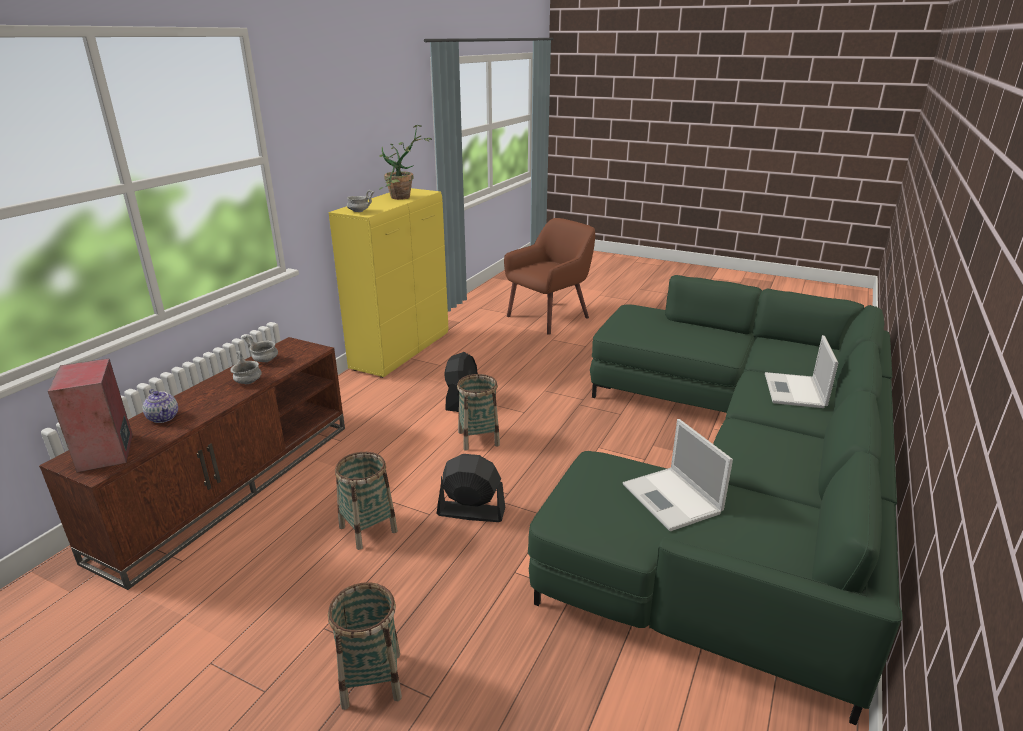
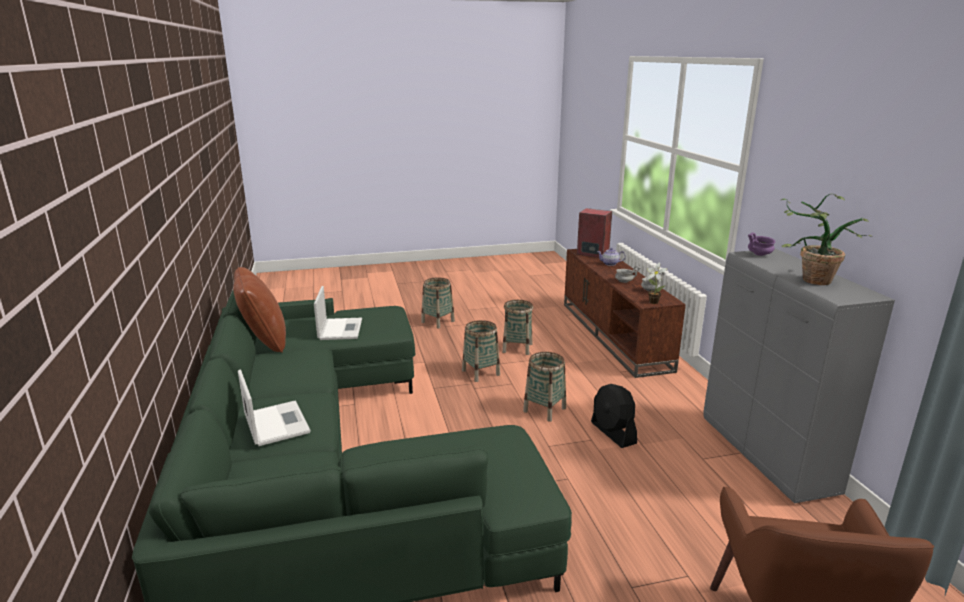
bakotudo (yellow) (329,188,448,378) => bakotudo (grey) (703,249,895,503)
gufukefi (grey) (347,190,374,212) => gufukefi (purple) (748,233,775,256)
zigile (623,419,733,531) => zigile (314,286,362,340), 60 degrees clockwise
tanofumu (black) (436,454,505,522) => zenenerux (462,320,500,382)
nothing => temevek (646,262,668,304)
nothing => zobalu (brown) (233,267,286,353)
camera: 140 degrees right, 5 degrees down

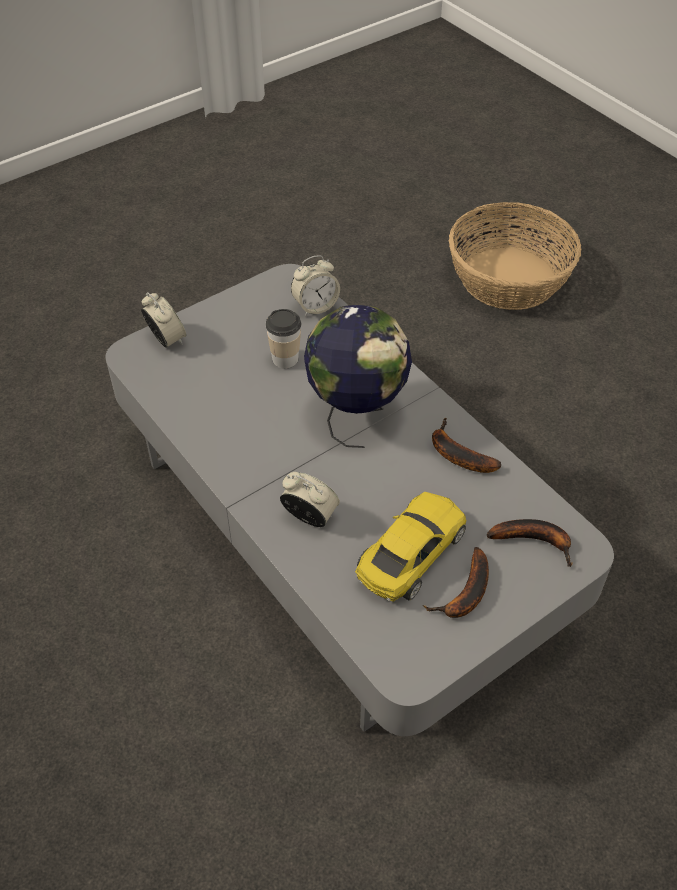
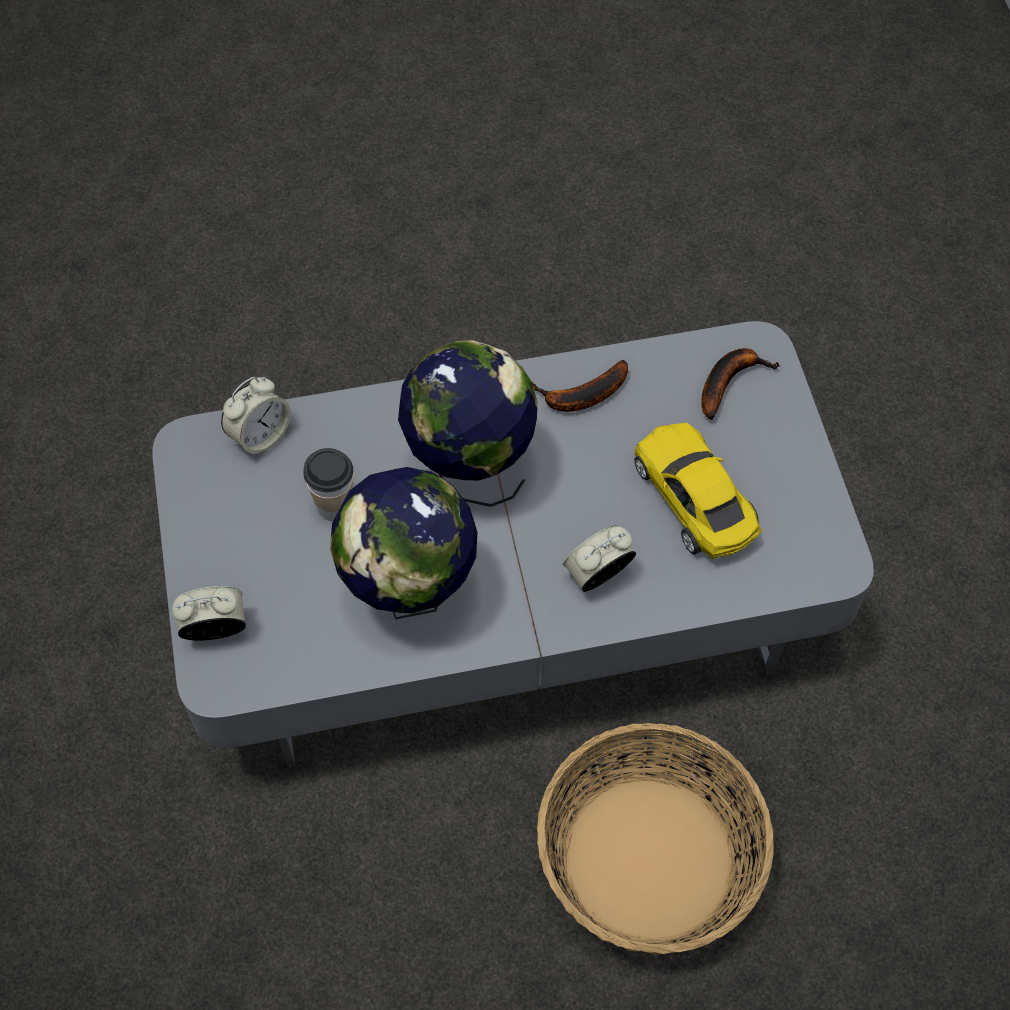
zenenerux (449,202,581,310) => zenenerux (537,723,774,954), move
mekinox (291,255,340,316) => mekinox (221,377,291,457), 45 degrees clockwise
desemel (423,547,489,618) => nothing
nothing => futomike (330,467,477,620)
camera: 65 degrees left, 10 degrees up

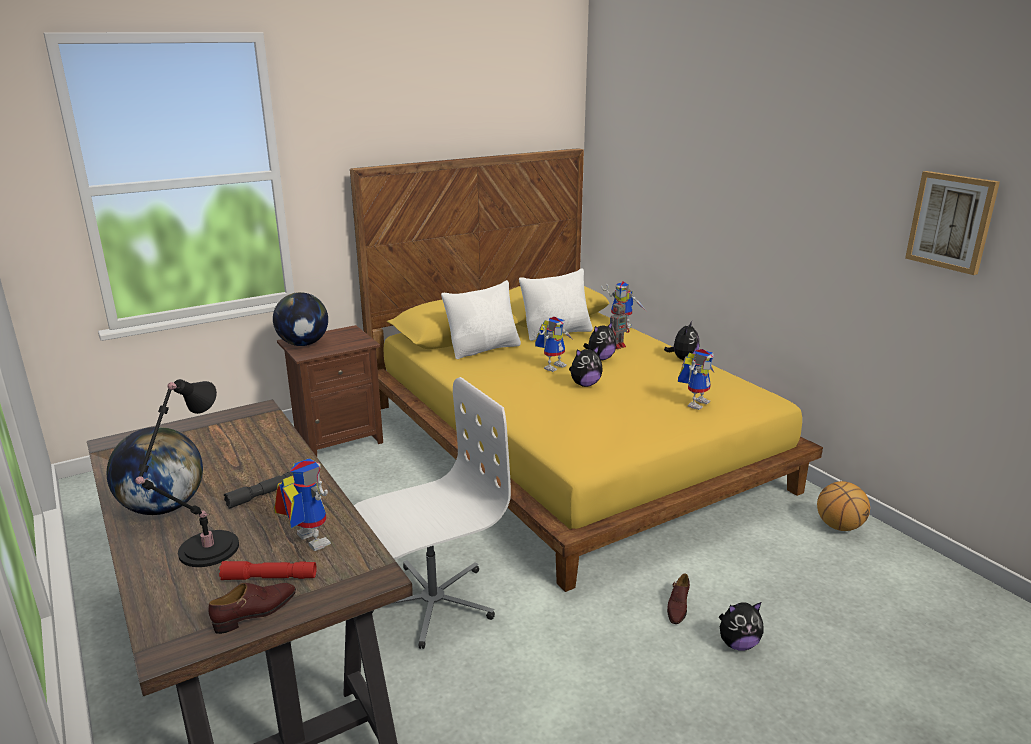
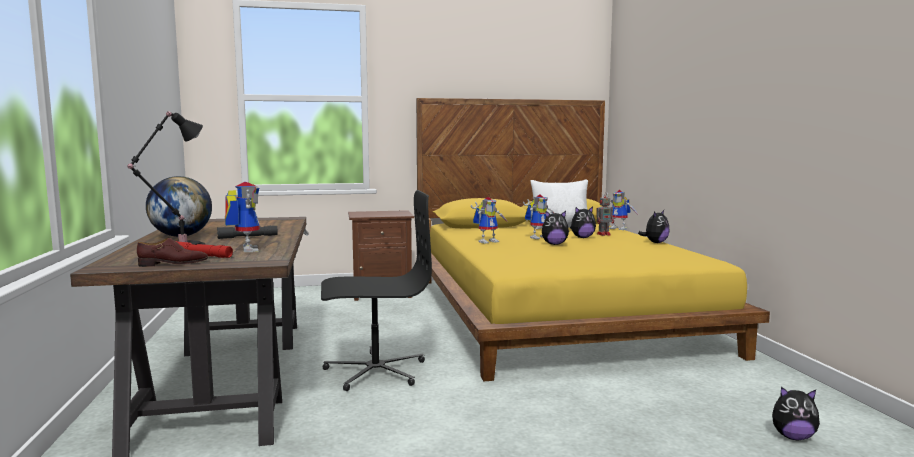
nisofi (905,171,1000,275) => nothing
zobalu (white) (441,280,521,359) => nothing
futomike (273,292,328,346) => nothing
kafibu (678,349,714,410) => kafibu (471,197,508,244), move
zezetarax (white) (354,377,511,649) => zezetarax (black) (321,190,432,391)
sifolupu (817,481,870,531) => nothing
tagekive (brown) (667,574,690,624) => nothing
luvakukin (719,602,764,651) => luvakukin (772,387,820,440), move
camera: 20 degrees right, 15 degrees down

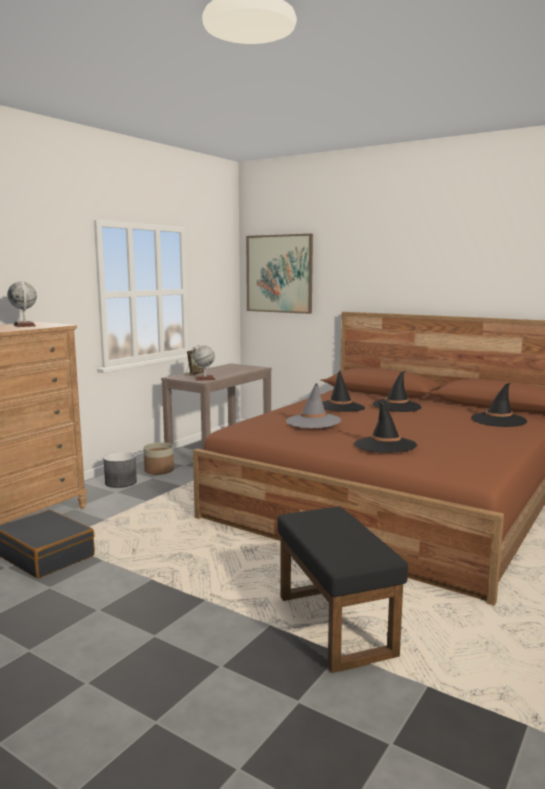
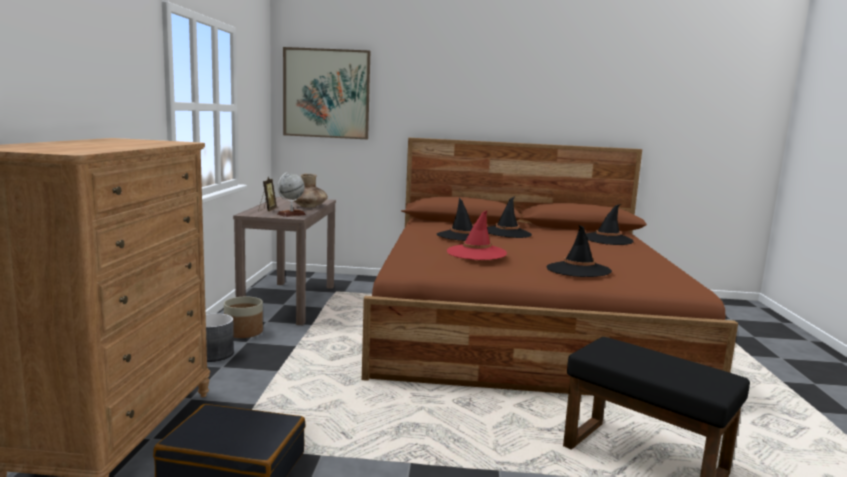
futomike (7,280,37,327) => nothing
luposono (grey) (286,383,341,428) => luposono (red) (447,210,507,260)
nothing => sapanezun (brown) (292,174,328,208)
camera: 30 degrees left, 0 degrees up

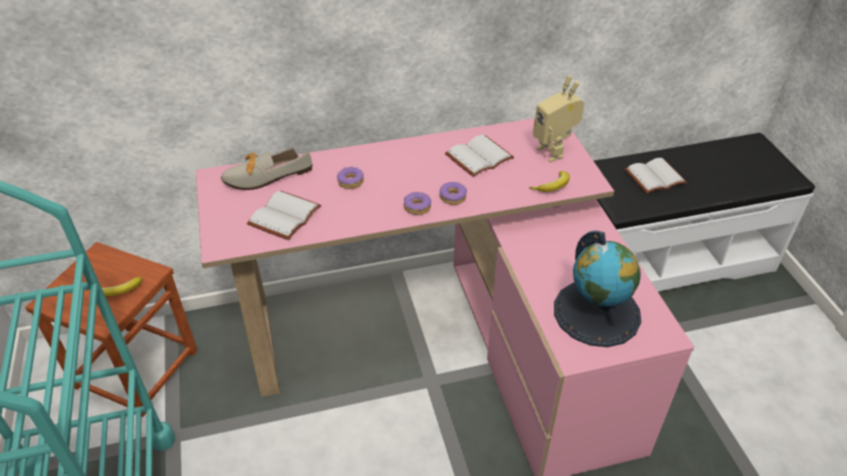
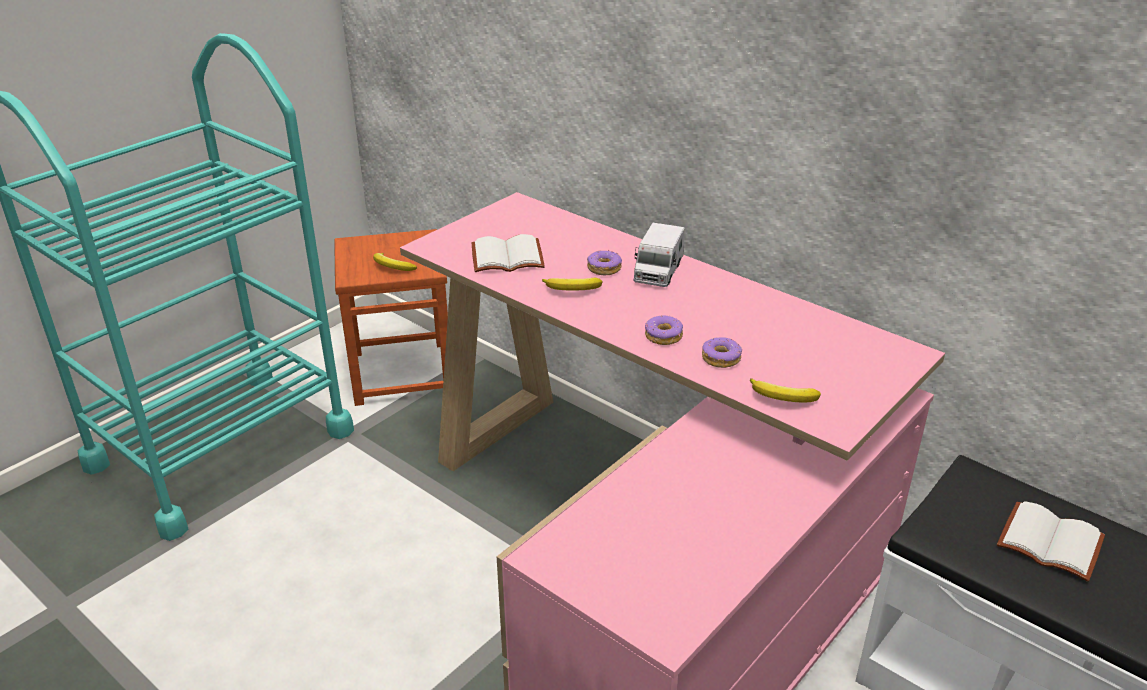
kafibu (533,75,585,162) => nothing
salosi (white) (445,135,514,177) => nothing
tagekive (221,148,313,190) => nothing
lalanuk (404,192,431,215) => lalanuk (702,337,743,368), move
futomike (554,230,641,347) => nothing
nothing => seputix (633,223,685,287)
nothing => desemel (542,278,602,291)
camera: 55 degrees right, 10 degrees down

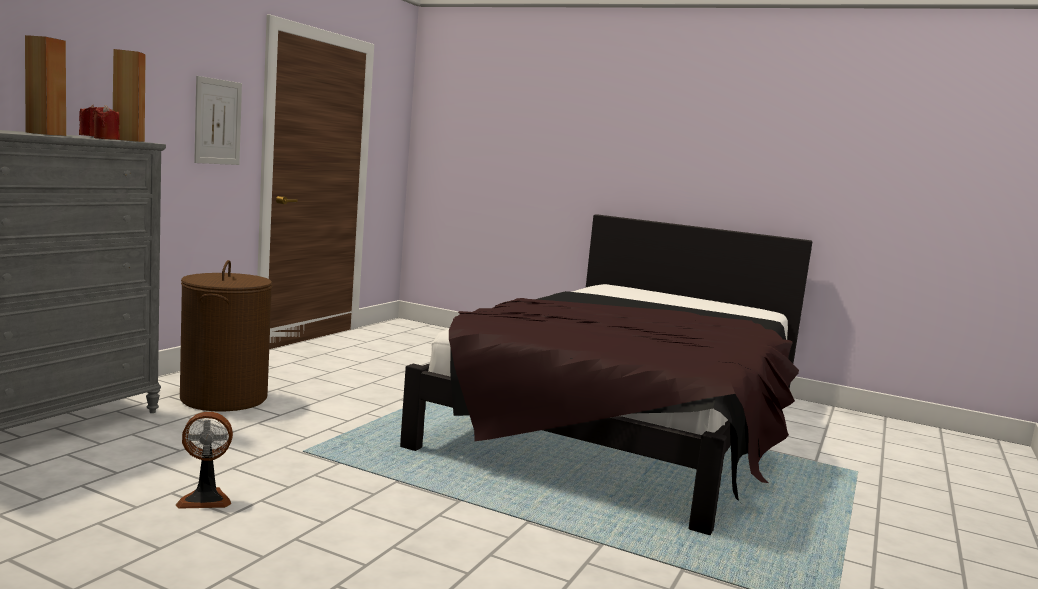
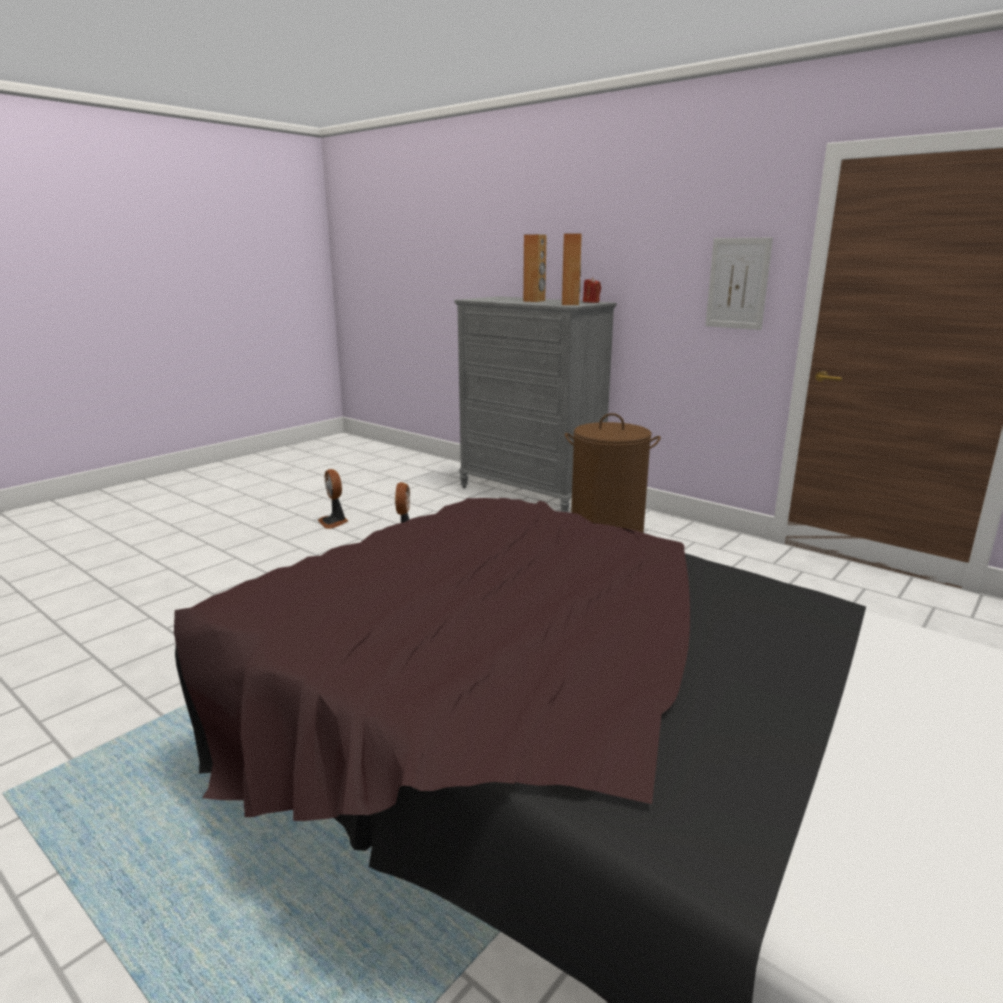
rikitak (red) (92,105,120,140) => nothing
nothing => tanofumu (318,469,348,529)
camera: 105 degrees right, 10 degrees up

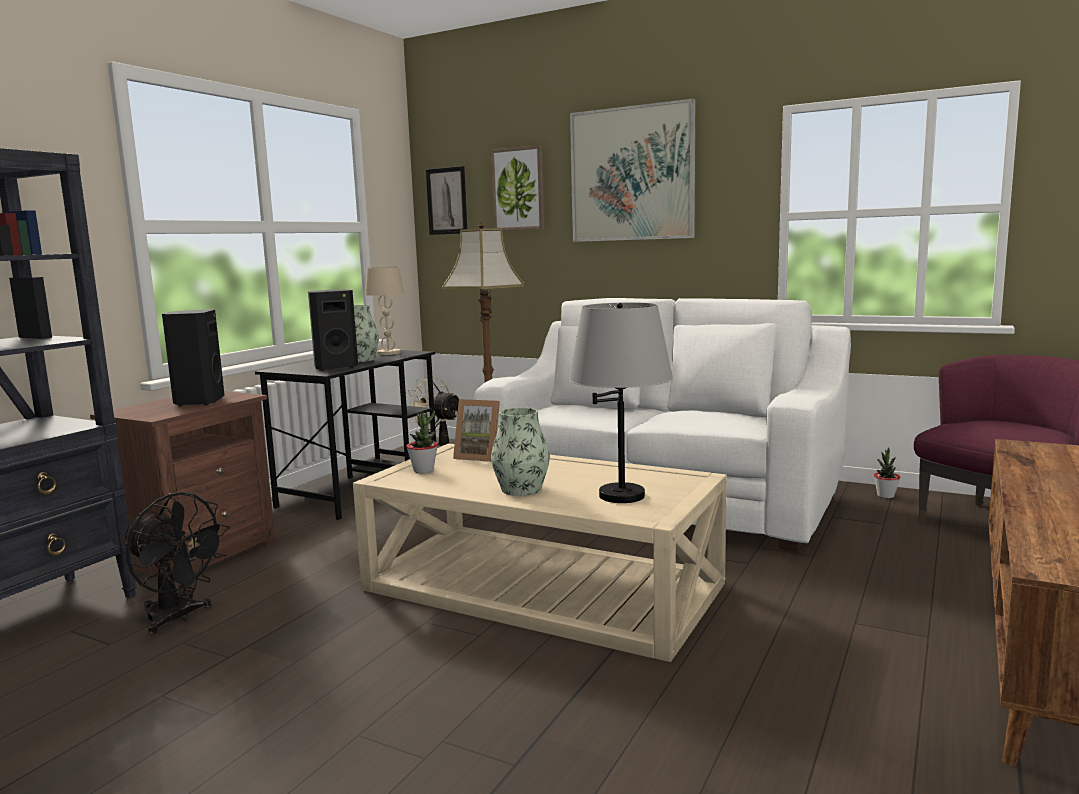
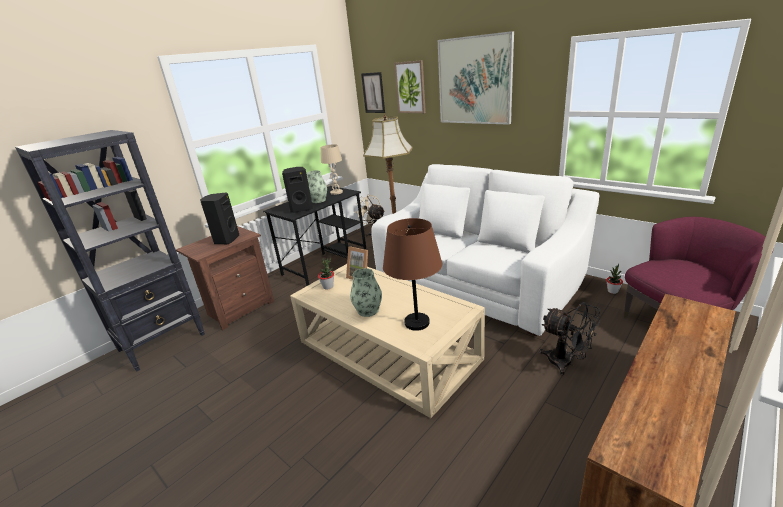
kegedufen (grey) (569,303,673,503) => kegedufen (brown) (383,218,442,331)
tanofumu (black) (121,492,230,635) => tanofumu (black) (539,302,601,375), move
camera: 15 degrees right, 15 degrees up

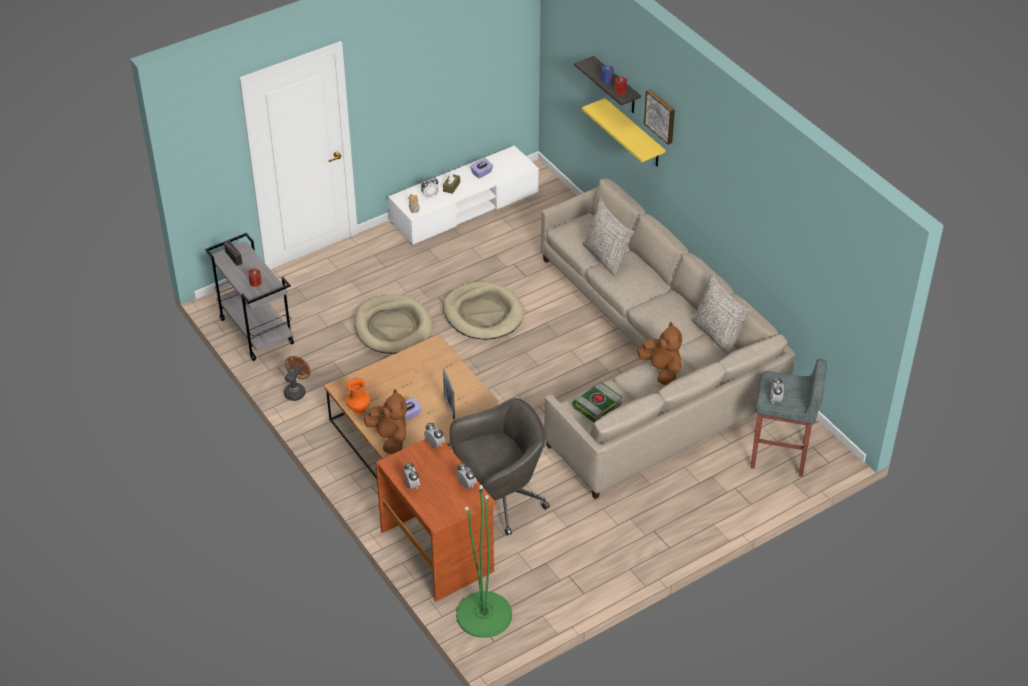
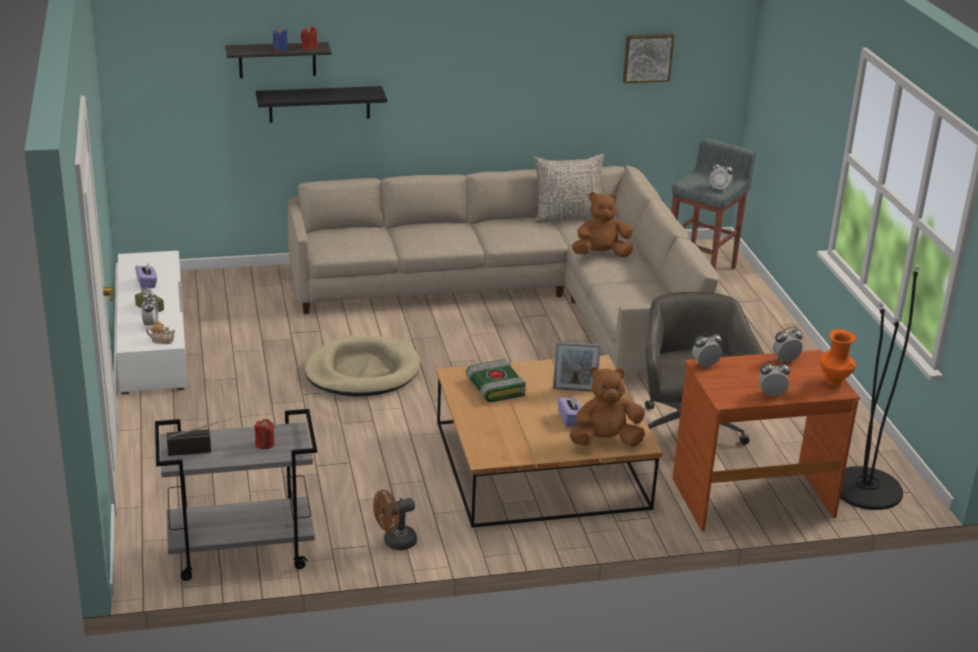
nisofi (644,89,675,145) => nisofi (623,34,674,83), move
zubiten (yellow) (582,98,665,167) => zubiten (black) (256,86,387,123)
zobalu (grey) (582,198,634,278) => nothing
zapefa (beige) (354,294,433,354) => nothing
tanofumu (brown) (284,356,311,401) => tanofumu (brown) (373,490,417,550), 75 degrees counterclockwise
sapanezun (orange) (346,378,370,415) => sapanezun (orange) (820,329,856,386), move
salosi (572,382,622,423) => salosi (466,359,526,402), move
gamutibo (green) (456,485,512,638) => gamutibo (black) (840,265,920,510)
camera: 70 degrees left, 15 degrees down

